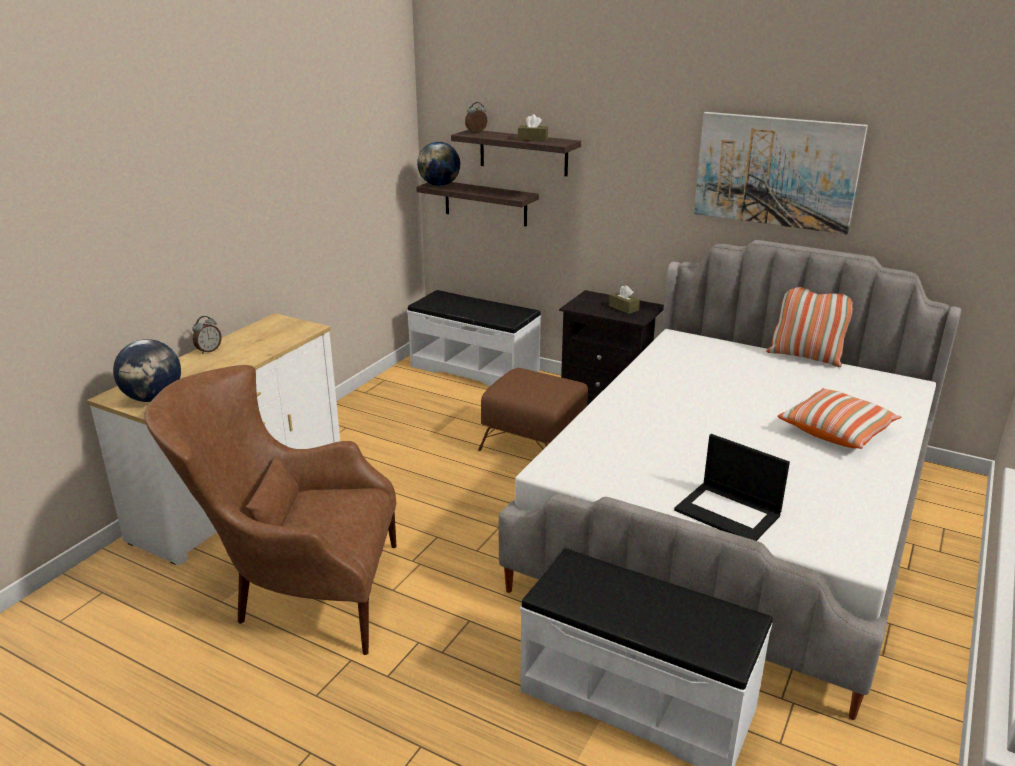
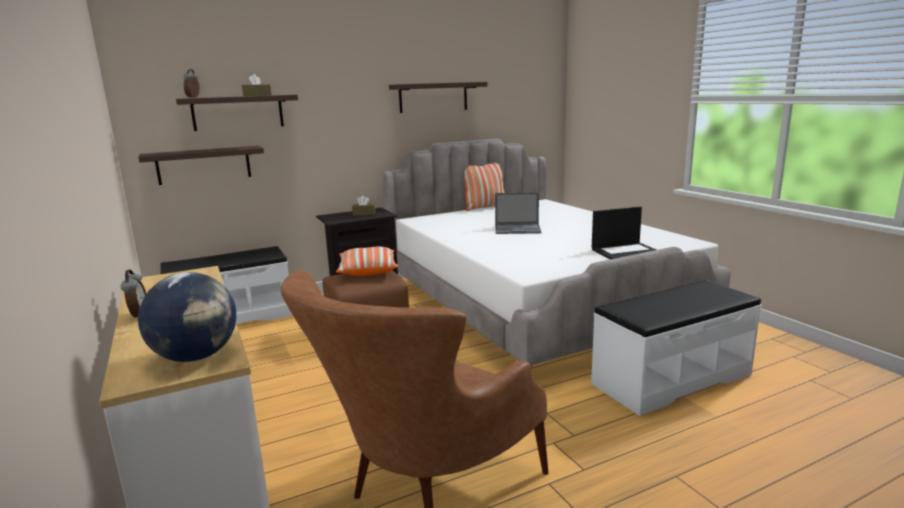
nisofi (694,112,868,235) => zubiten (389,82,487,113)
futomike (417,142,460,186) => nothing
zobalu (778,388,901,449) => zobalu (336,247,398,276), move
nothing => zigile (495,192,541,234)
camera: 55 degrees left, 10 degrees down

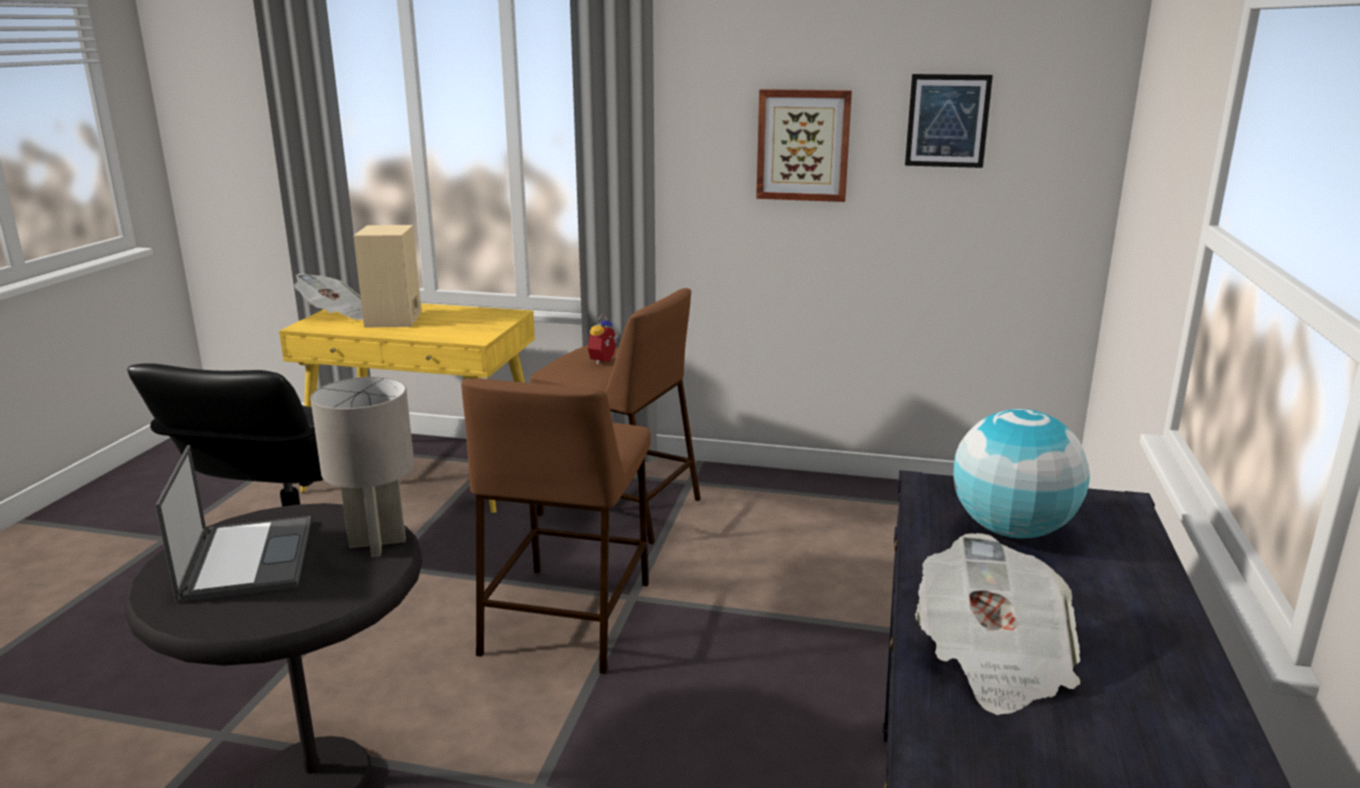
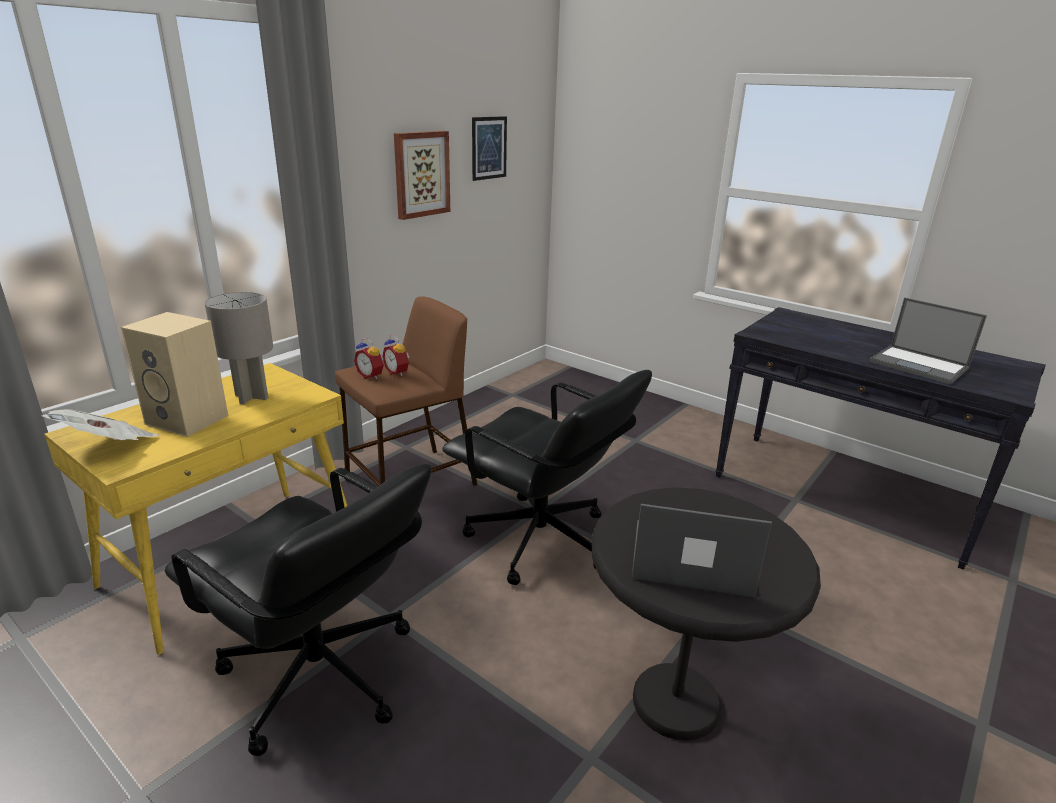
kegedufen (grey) (311,377,414,557) => kegedufen (grey) (205,292,273,404), move
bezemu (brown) (461,379,651,674) => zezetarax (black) (442,370,652,585)
futomike (953,409,1090,539) => nothing
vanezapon (915,533,1080,715) => zigile (869,298,987,385)
nothing => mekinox (354,338,384,379)
camera: 65 degrees left, 5 degrees up

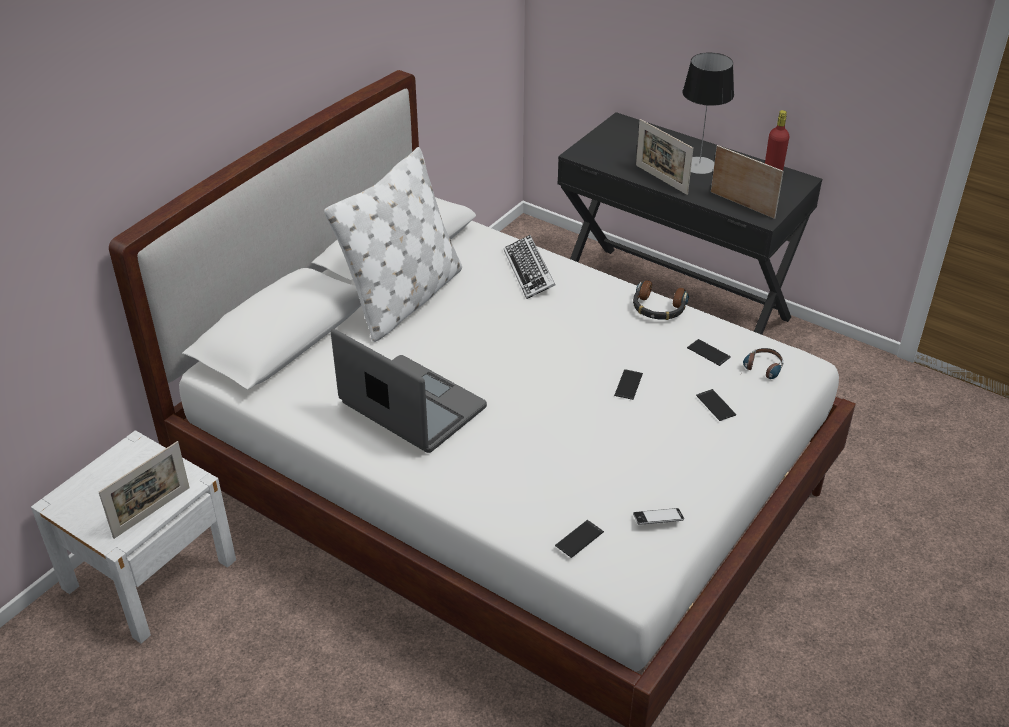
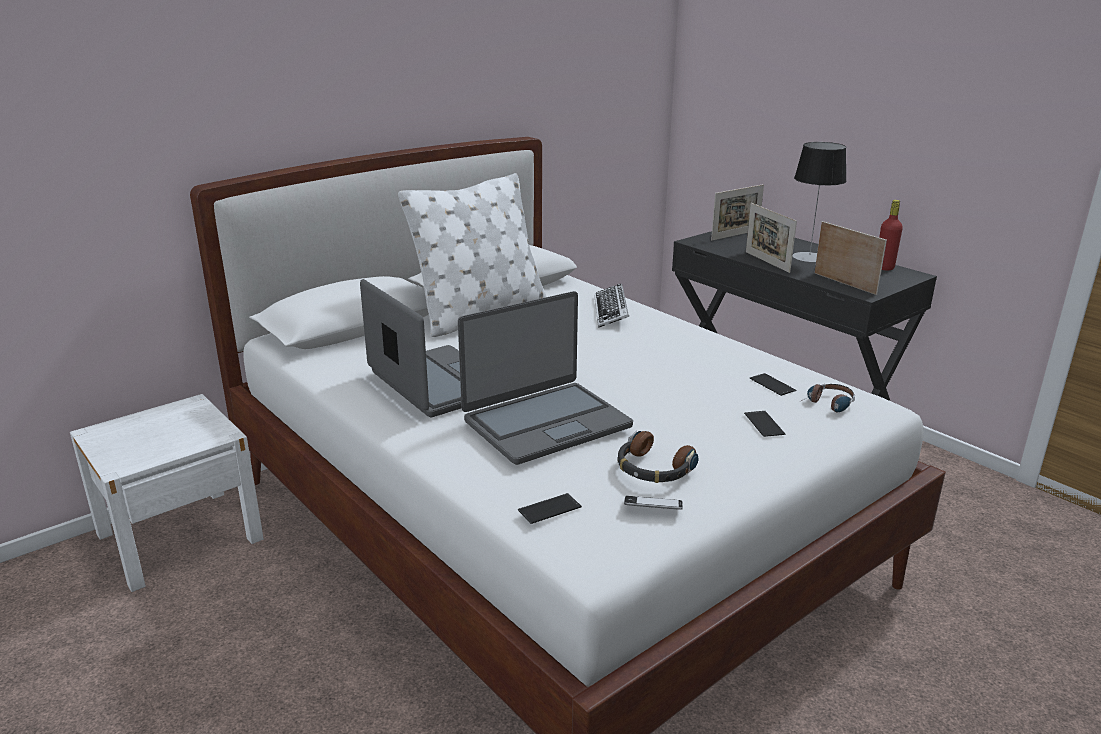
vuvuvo (633,280,689,320) => vuvuvo (617,431,698,483), move
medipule (614,369,643,400) => nothing
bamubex (99,441,190,539) => bamubex (711,184,764,241), move
nothing => zigile (458,291,633,465)
camera: 15 degrees right, 15 degrees down

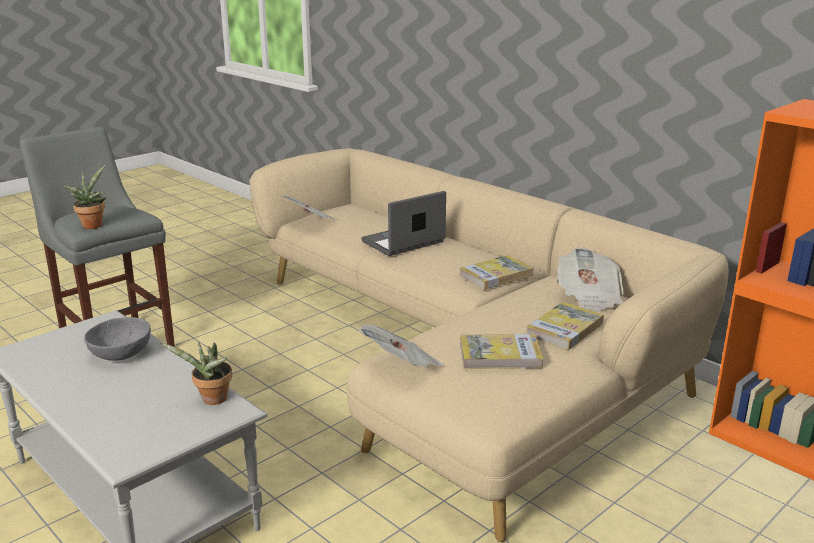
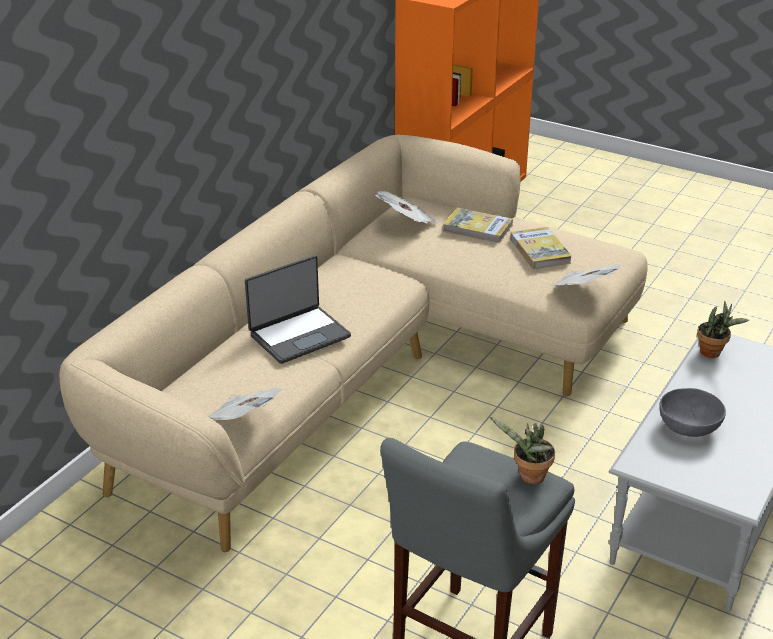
zigile (362,191,446,256) => zigile (245,255,351,364), 75 degrees counterclockwise
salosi (459,255,533,290) => nothing
camera: 105 degrees left, 10 degrees up

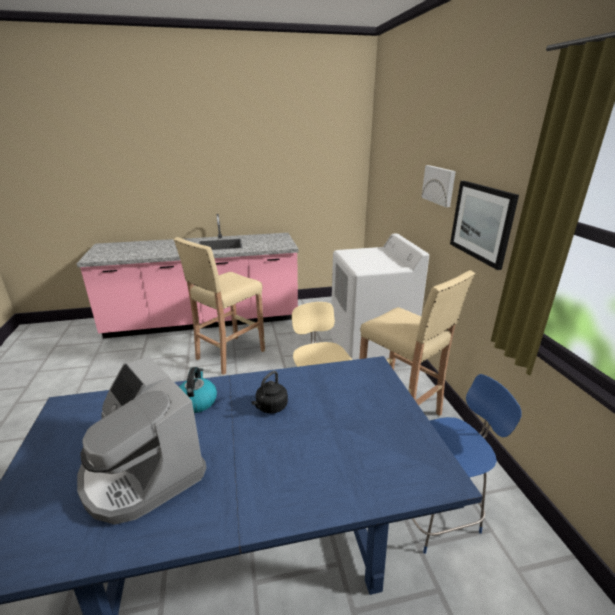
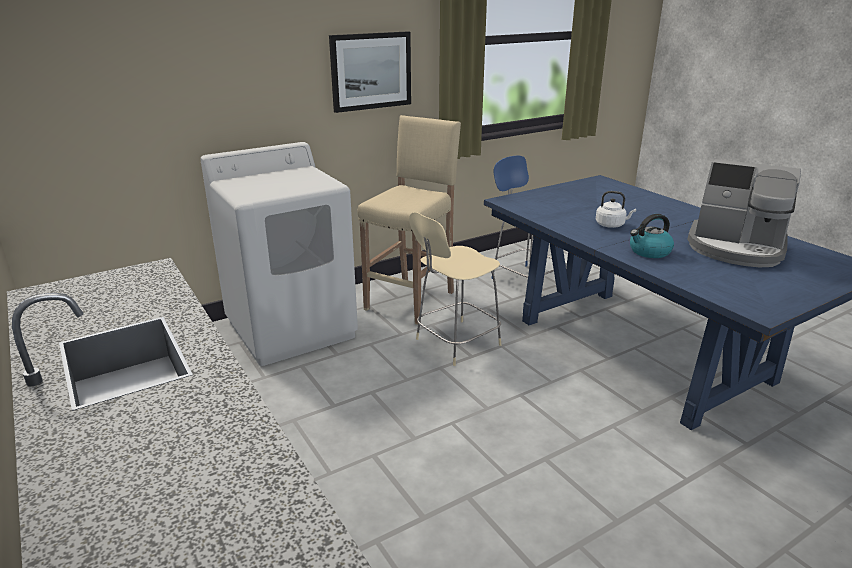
nisofi (421,165,456,207) => nothing
bezemu (beige) (174,237,265,375) => nothing
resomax (77,356,207,525) => resomax (687,159,801,268), 90 degrees clockwise
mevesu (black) (251,371,288,414) => mevesu (white) (596,191,636,228)
camera: 110 degrees left, 0 degrees up

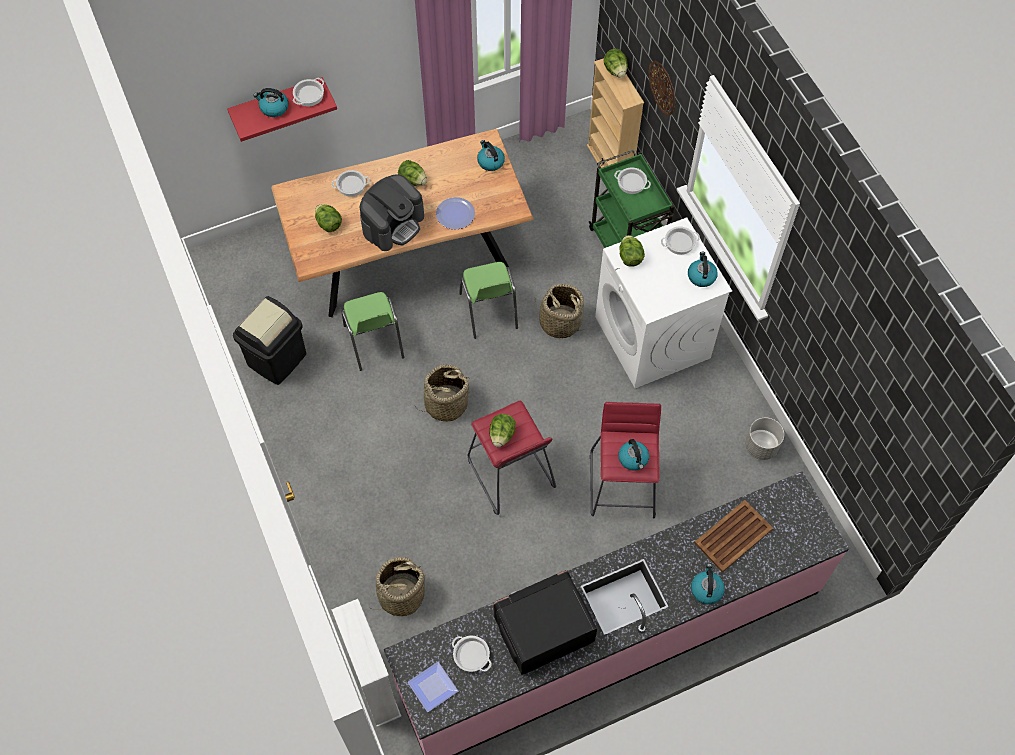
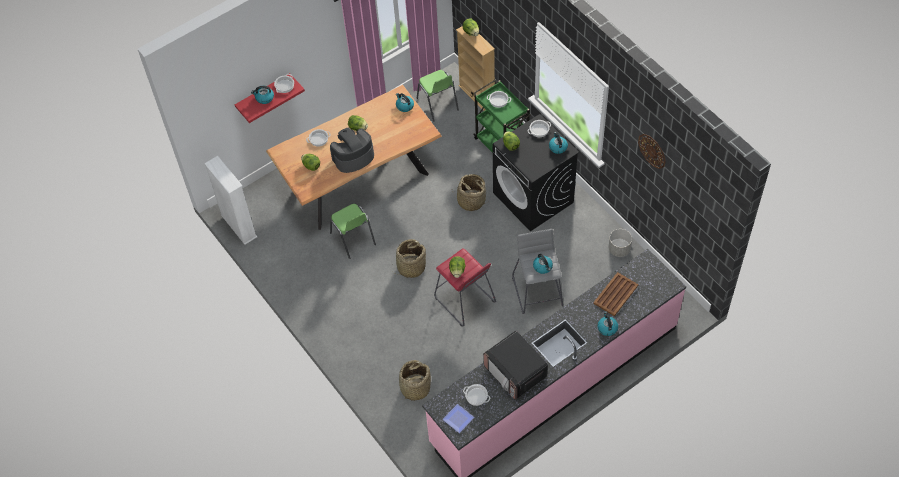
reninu (648,61,676,116) => reninu (638,134,666,169), move
resomax (360,174,424,251) => resomax (330,128,374,173), 150 degrees counterclockwise
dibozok (436,197,475,229) => nothing
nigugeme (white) (595,217,732,388) => nigugeme (black) (493,114,579,231)
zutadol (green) (459,262,518,339) => zutadol (green) (417,70,459,122), move
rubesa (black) (233,296,306,385) => nothing
bezemu (red) (590,402,661,518) => bezemu (grey) (512,229,564,314)
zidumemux (493,570,597,674) => zidumemux (483,331,548,400), 90 degrees counterclockwise
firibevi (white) (332,599,401,727) => firibevi (white) (204,156,257,245), move
camera: 10 degrees left, 5 degrees down

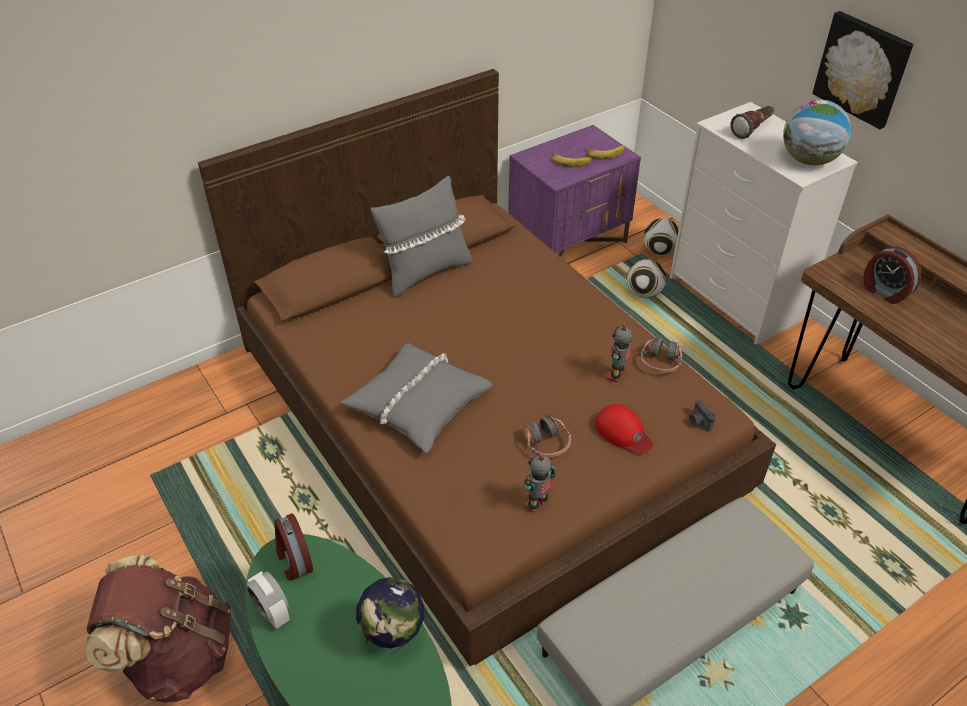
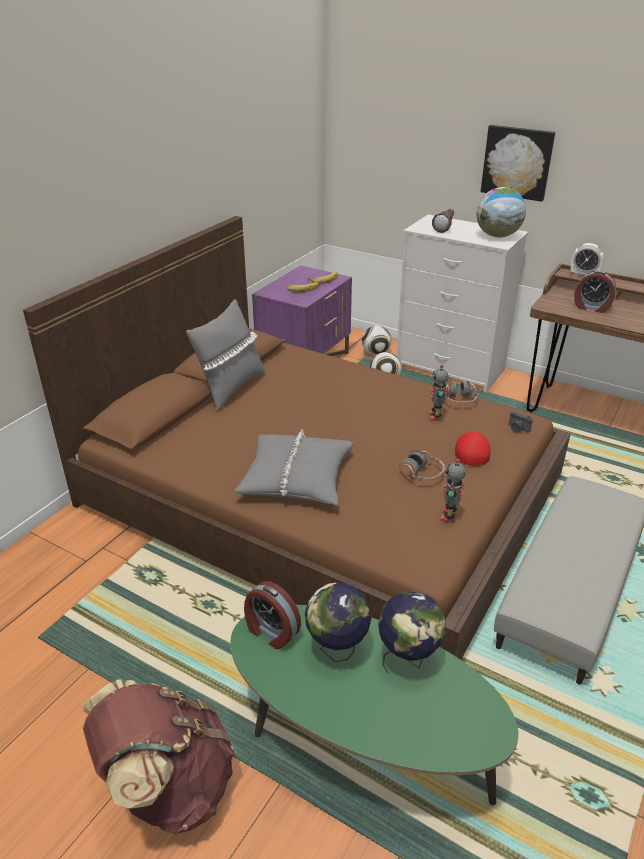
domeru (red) (595,404,653,454) => domeru (red) (455,431,490,466), 105 degrees counterclockwise
mekinox (246,571,290,629) => mekinox (571,243,604,277), move
nothing => futomike (305,582,371,662)
camera: 25 degrees left, 10 degrees down

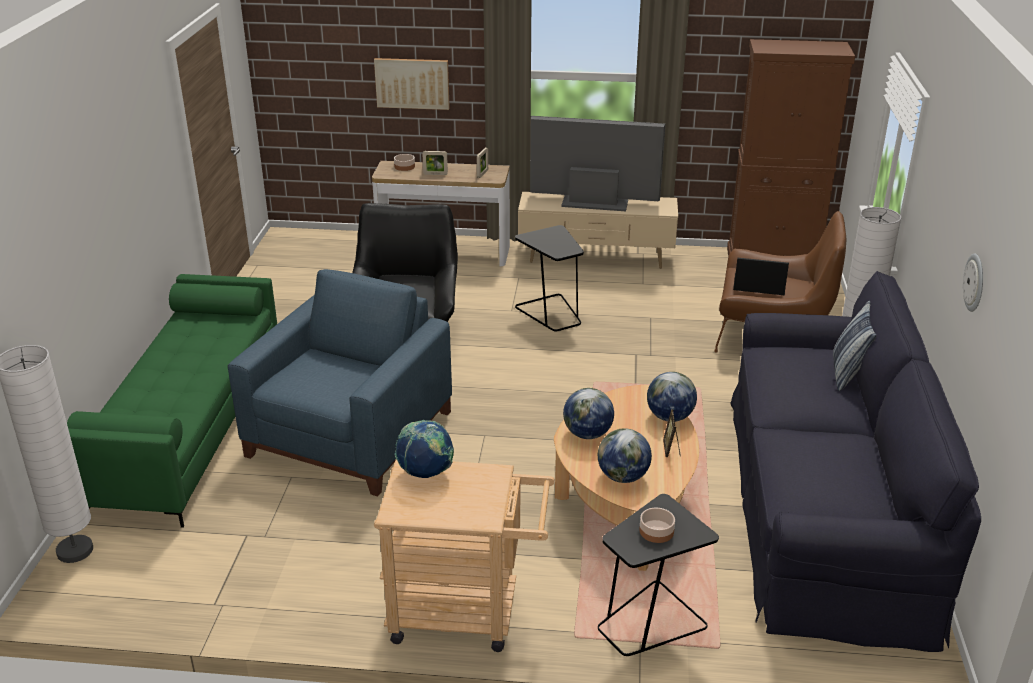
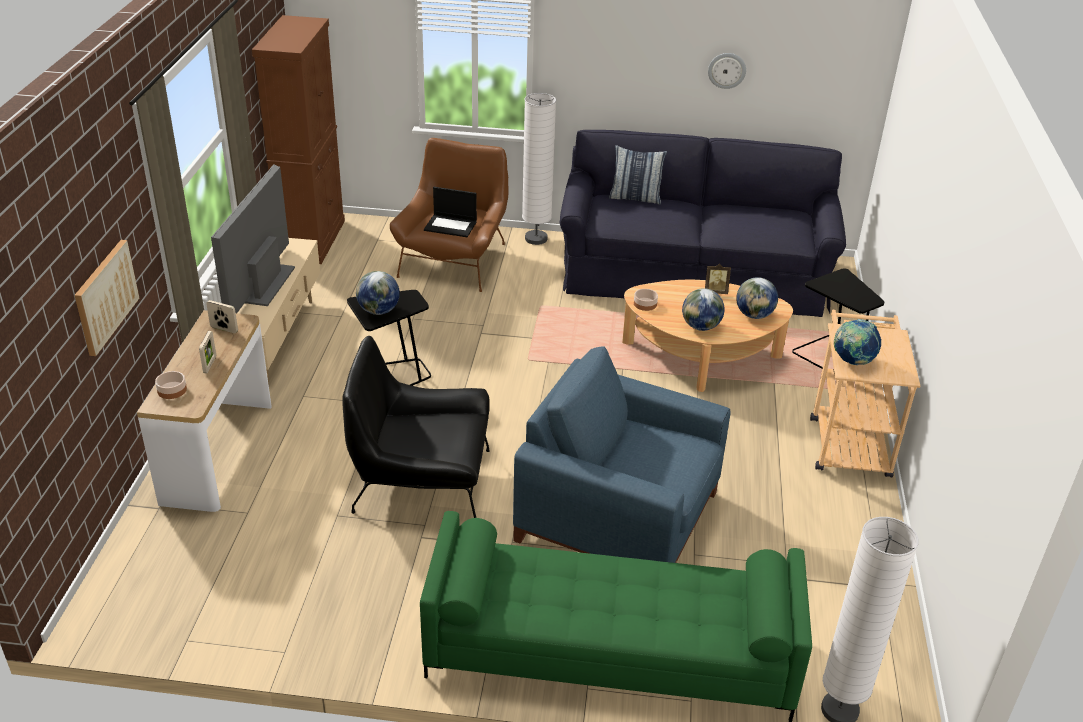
zigile (733,258,789,295) => zigile (424,187,477,237), 90 degrees counterclockwise
futomike (647,372,697,422) => futomike (356,271,400,315), move
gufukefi (639,508,675,543) => gufukefi (634,289,658,311), move
camera: 90 degrees left, 5 degrees up

